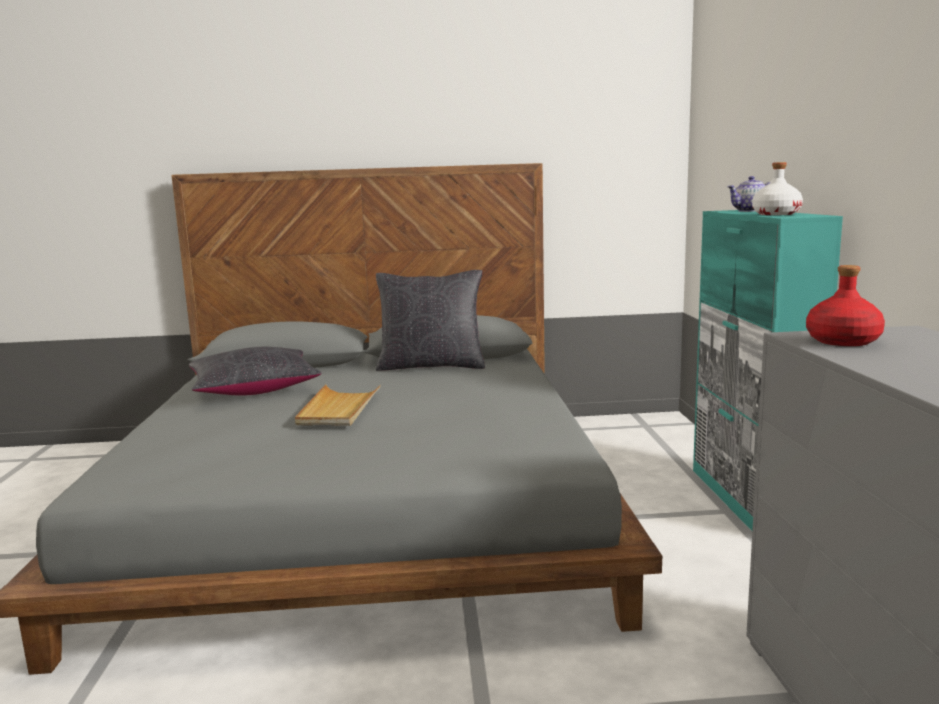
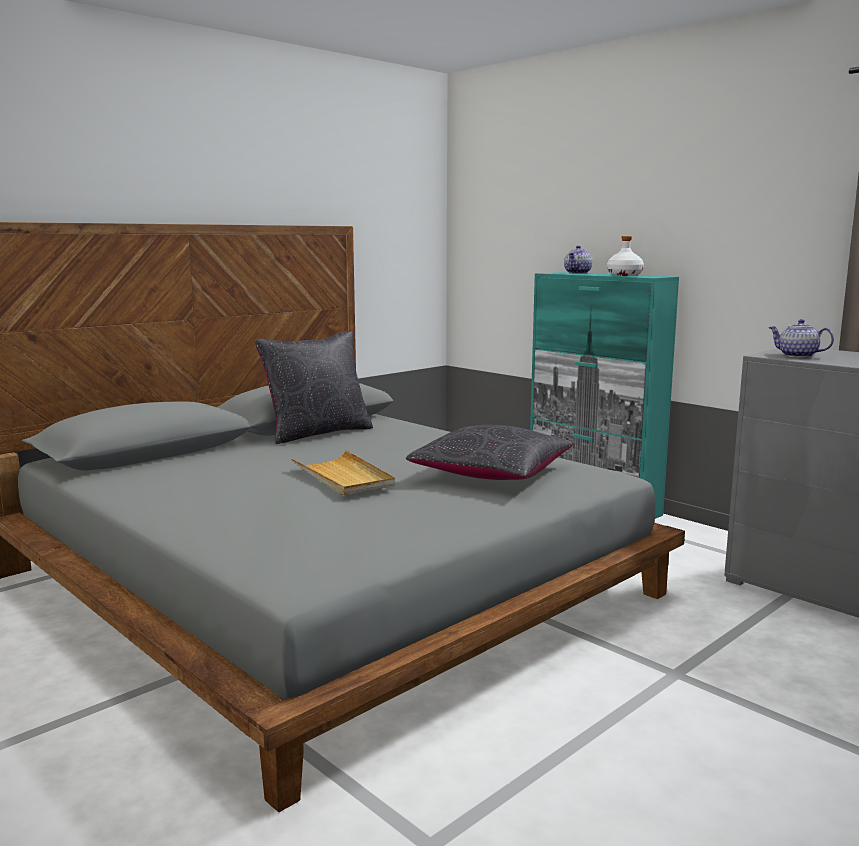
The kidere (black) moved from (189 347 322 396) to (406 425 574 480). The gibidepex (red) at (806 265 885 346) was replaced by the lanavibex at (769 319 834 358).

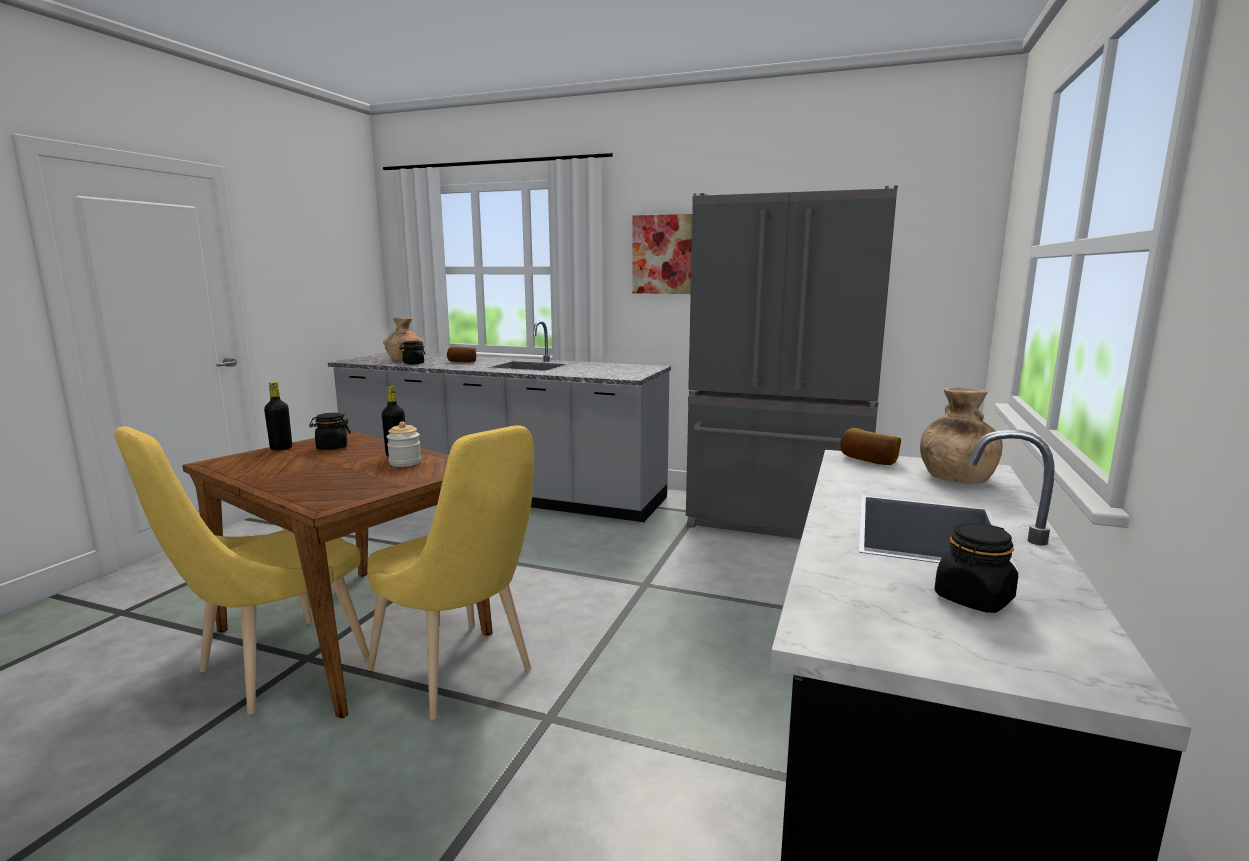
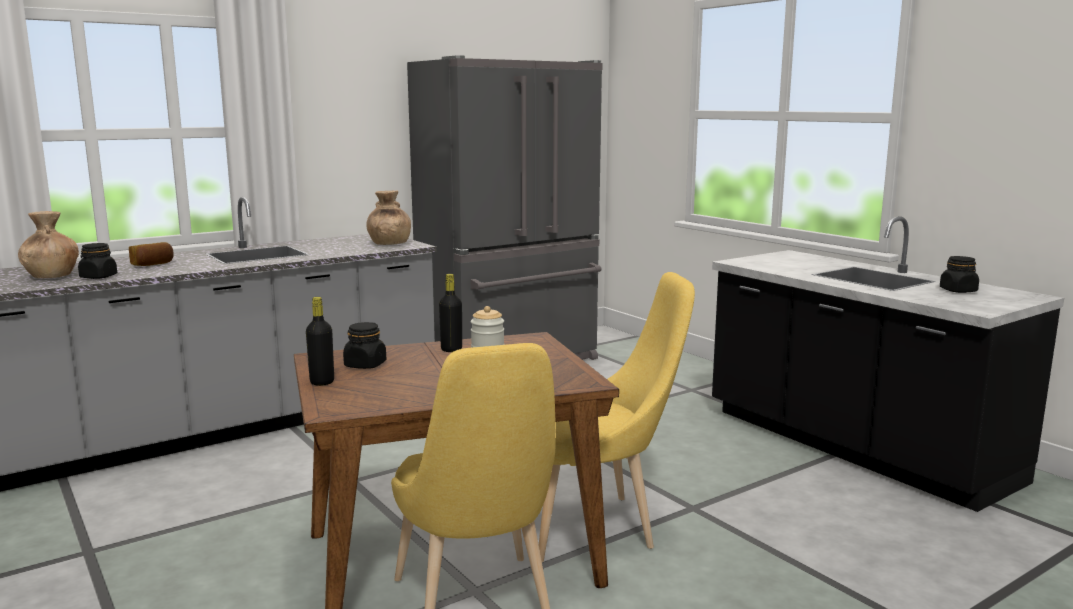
The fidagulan at (632 214 692 294) disappeared. The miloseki at (840 428 901 465) disappeared. The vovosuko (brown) moved from (920 387 1003 484) to (366 191 411 245).

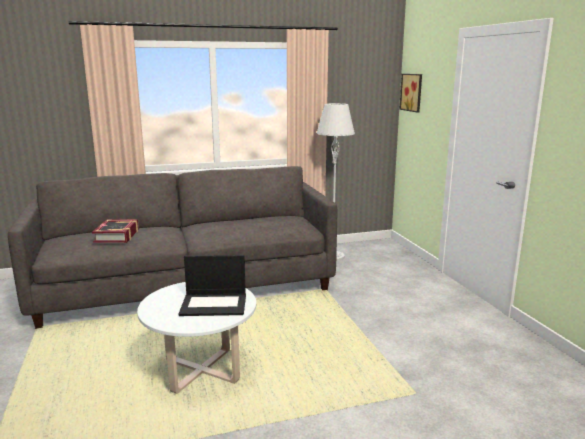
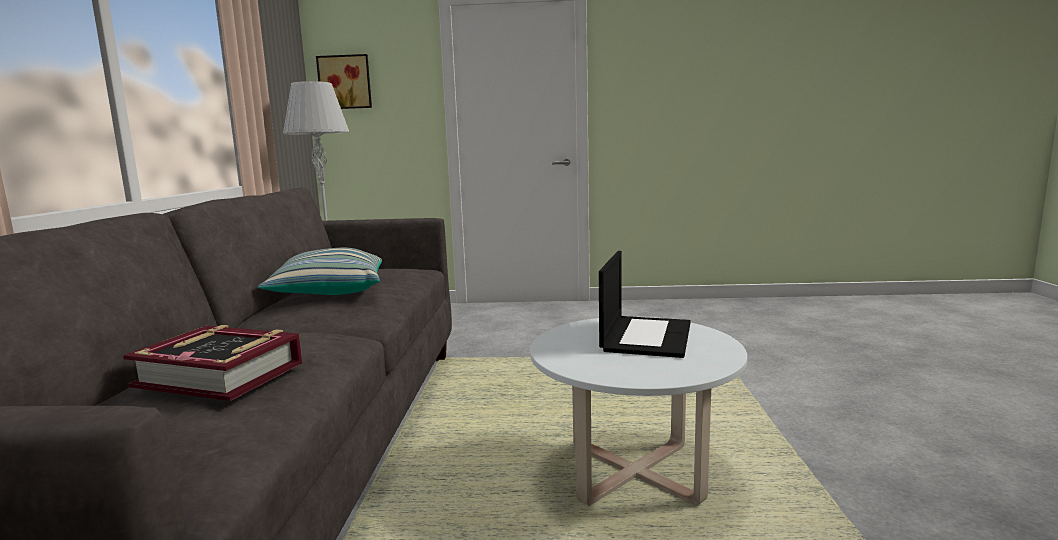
The kidere at (258 248 382 295) appeared.

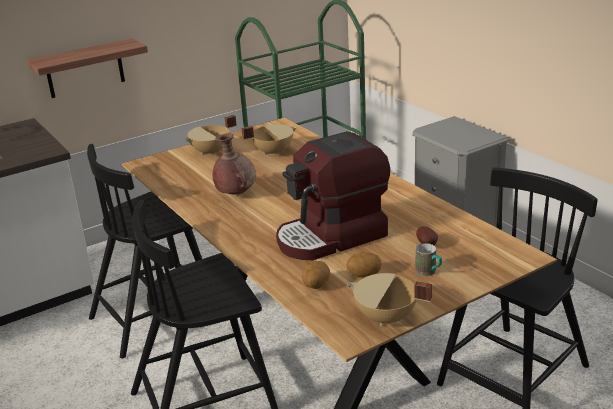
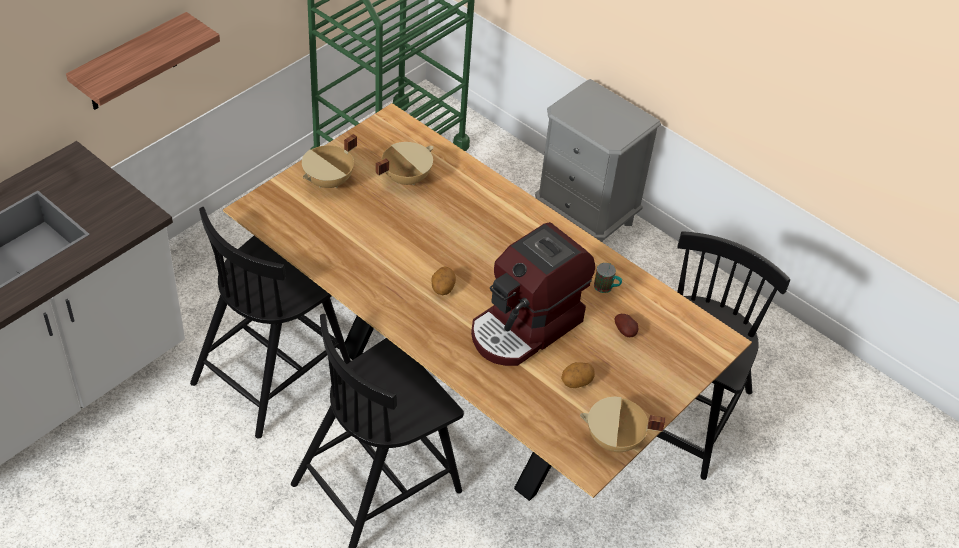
The vovosuko (brown) at (213 133 256 195) disappeared. The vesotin moved from (302 261 330 289) to (431 267 456 295). The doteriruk moved from (415 243 442 276) to (594 263 622 293).

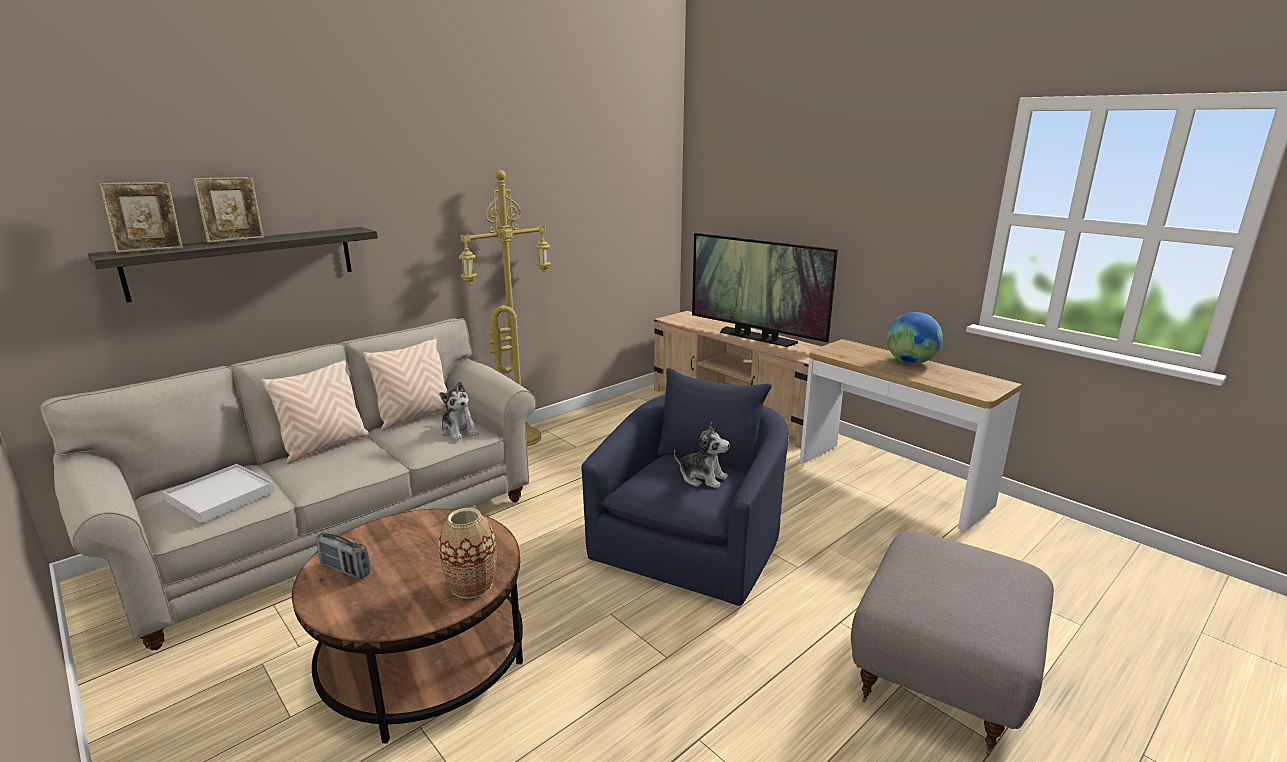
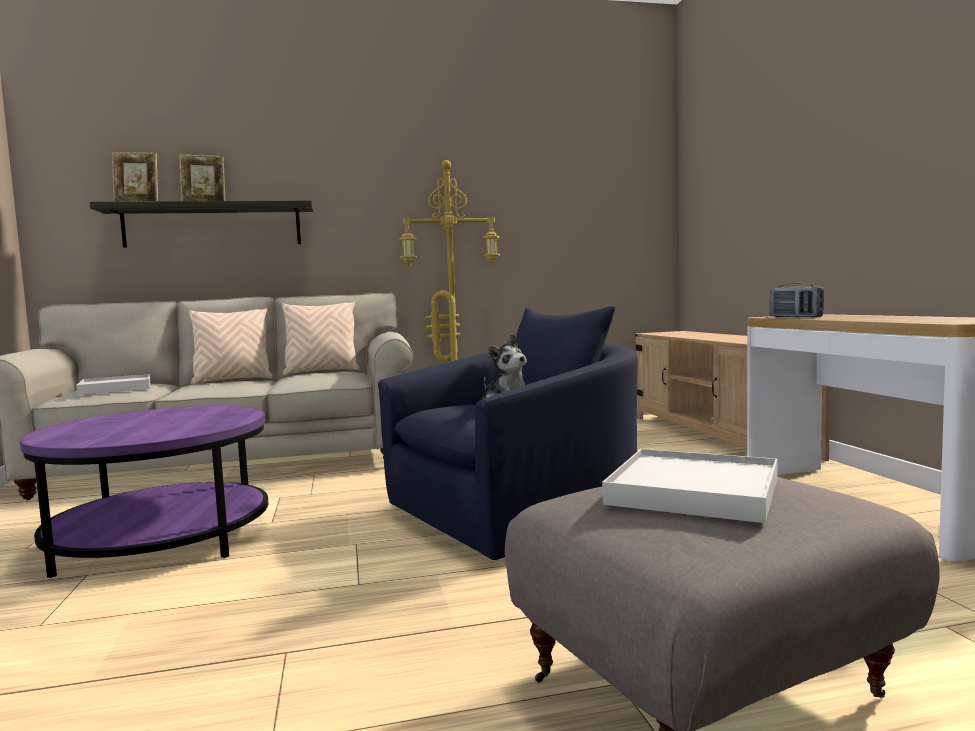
The vovosuko at (438 508 497 599) disappeared. The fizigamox at (439 381 478 441) disappeared. The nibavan at (692 233 838 347) disappeared. The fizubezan at (887 312 943 364) disappeared. The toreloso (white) at (602 449 777 523) appeared. The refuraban moved from (316 531 370 579) to (769 283 824 318). The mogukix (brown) at (292 509 523 743) became the mogukix (purple) at (20 406 268 578).

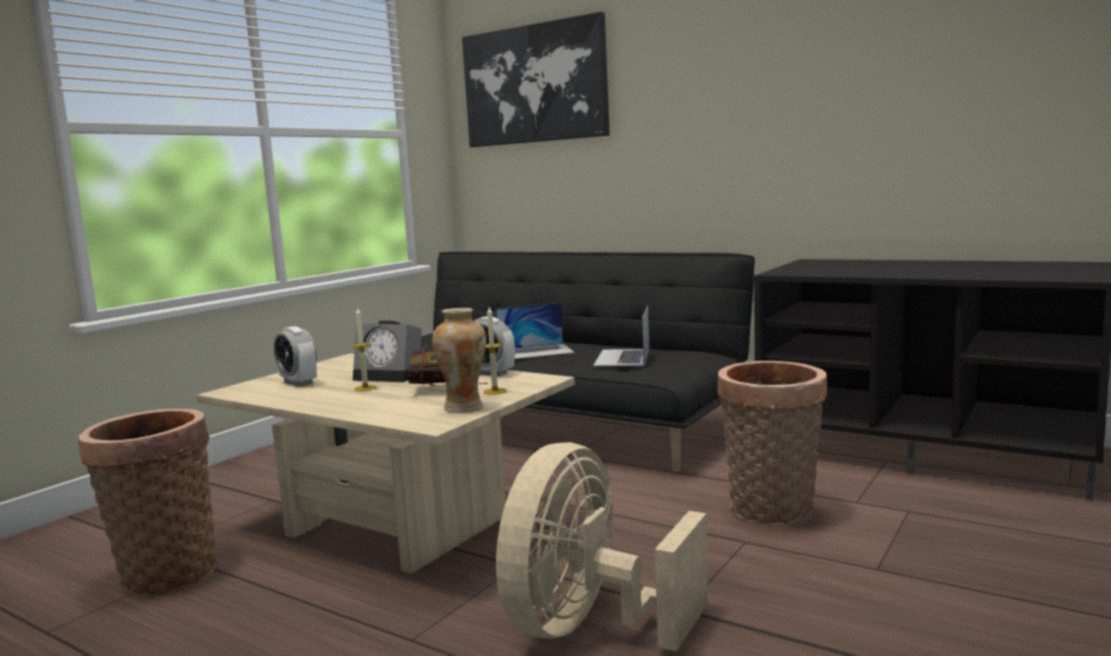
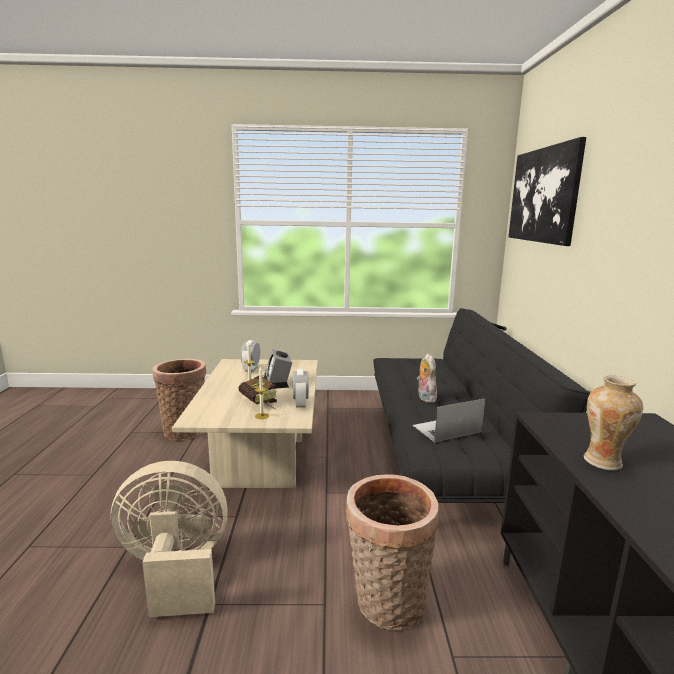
The vovosuko moved from (432 308 486 413) to (584 375 643 470). The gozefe at (495 303 575 359) was replaced by the fizigamox at (417 354 437 403).

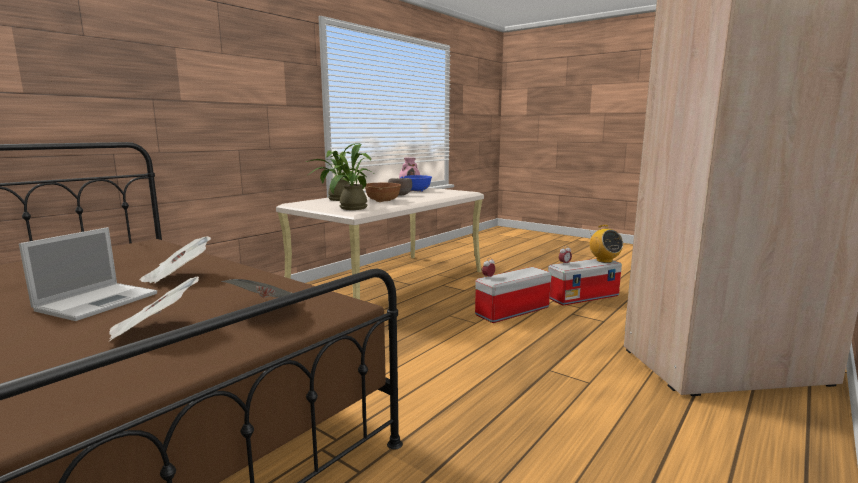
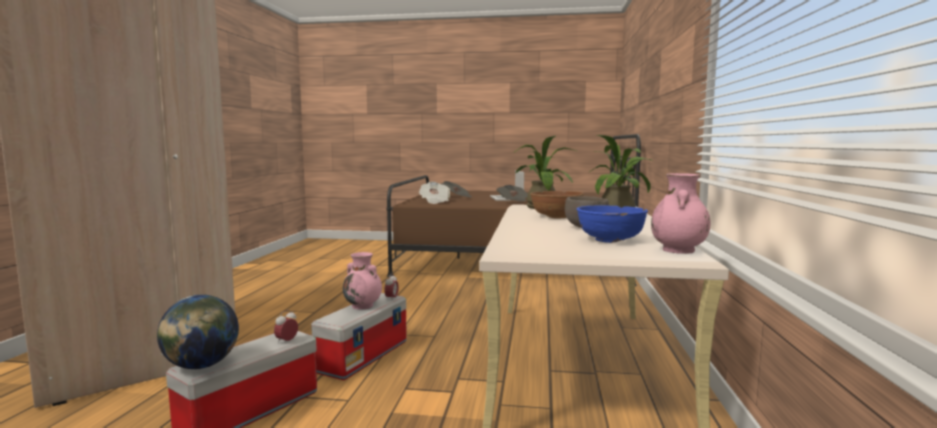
The vovosuko (pink) at (343 252 382 310) appeared. The refuraban at (589 225 623 263) was replaced by the fizubezan at (157 295 239 369).

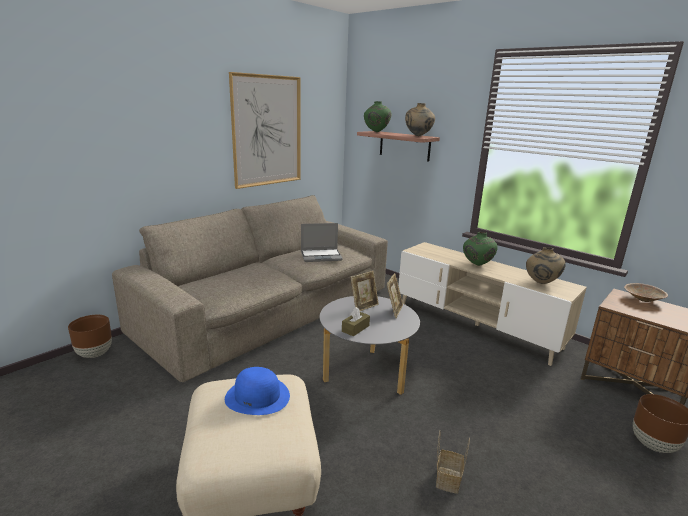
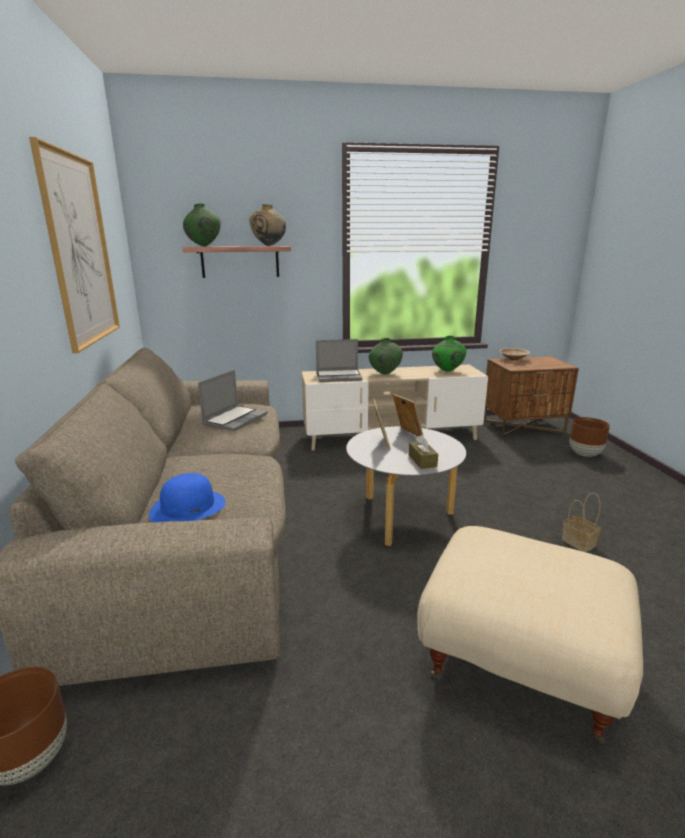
The gozefe at (316 339 363 382) appeared. The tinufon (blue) moved from (225 367 290 415) to (149 473 226 522). The vovosuko (beige) at (526 247 566 284) became the vovosuko (green) at (432 336 466 372).

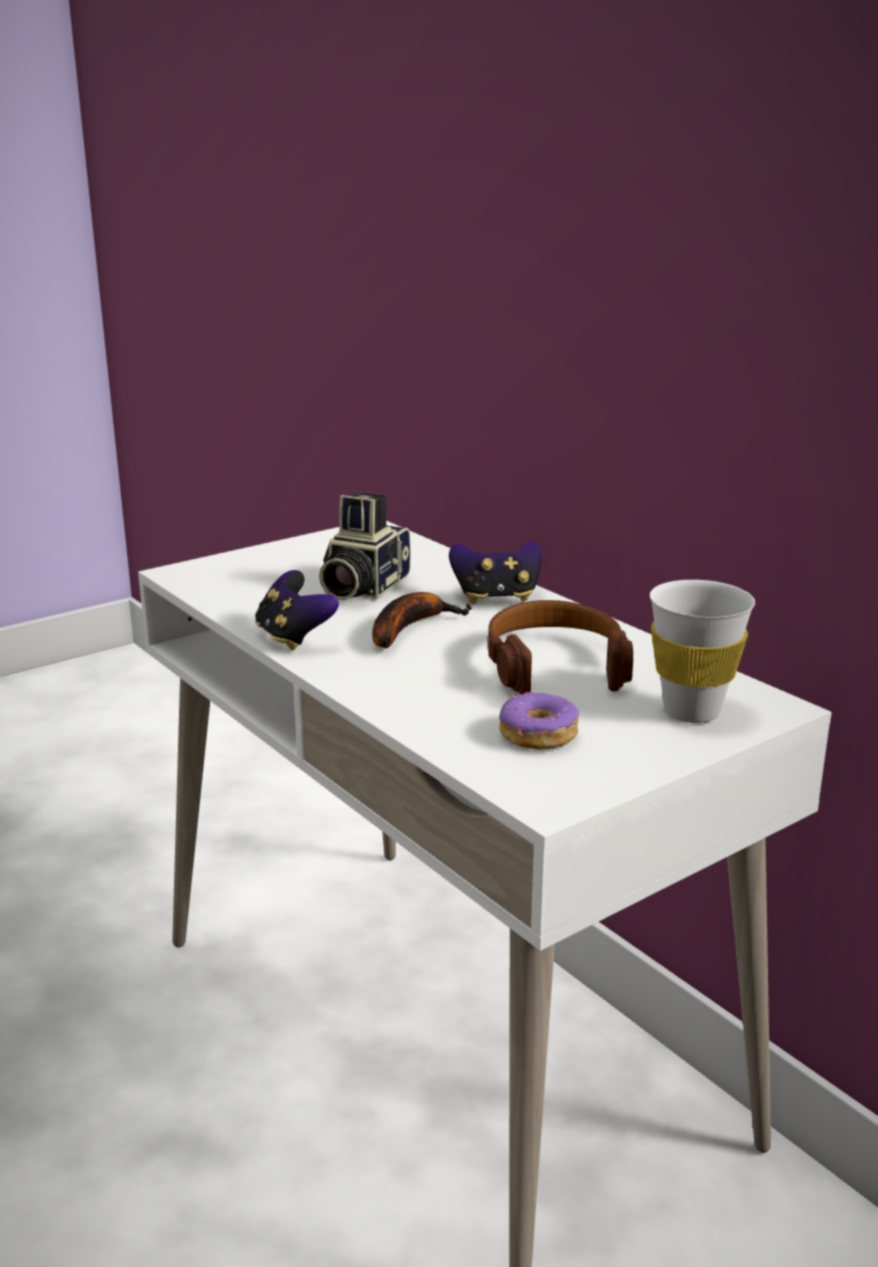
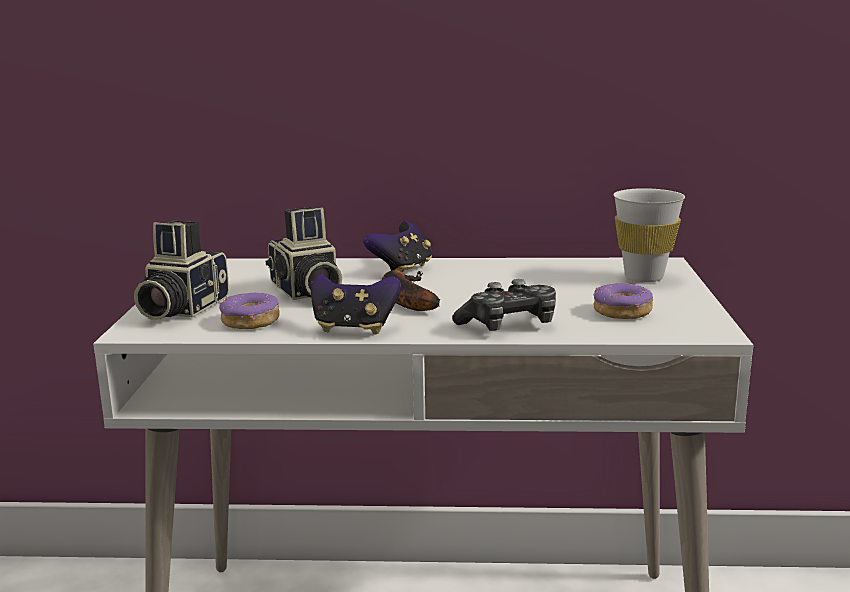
The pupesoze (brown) at (487 600 633 694) disappeared. The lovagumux at (134 221 229 320) appeared. The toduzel at (219 292 280 329) appeared. The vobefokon at (452 279 556 331) appeared.

